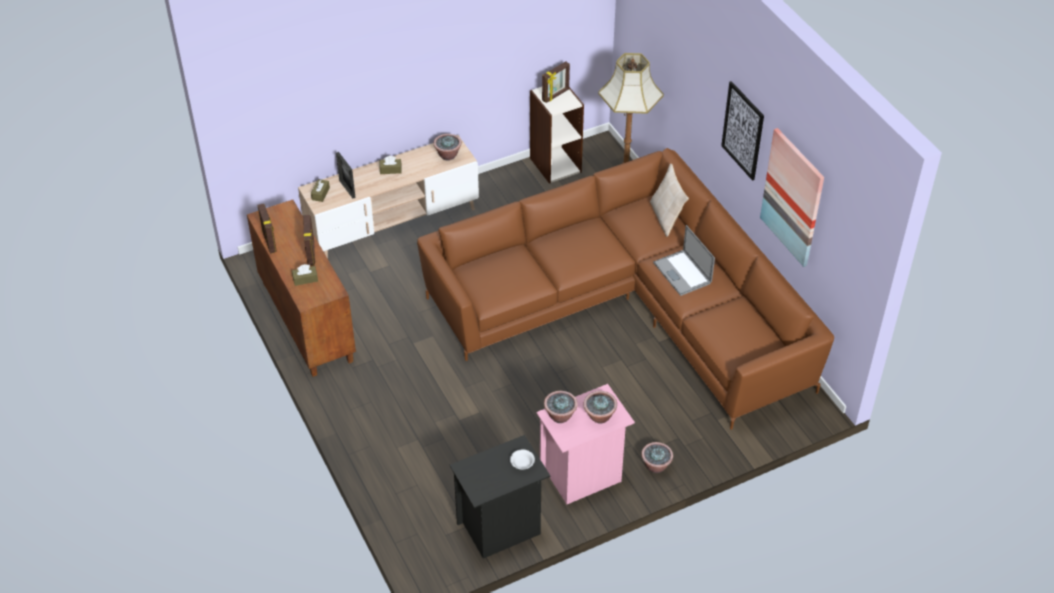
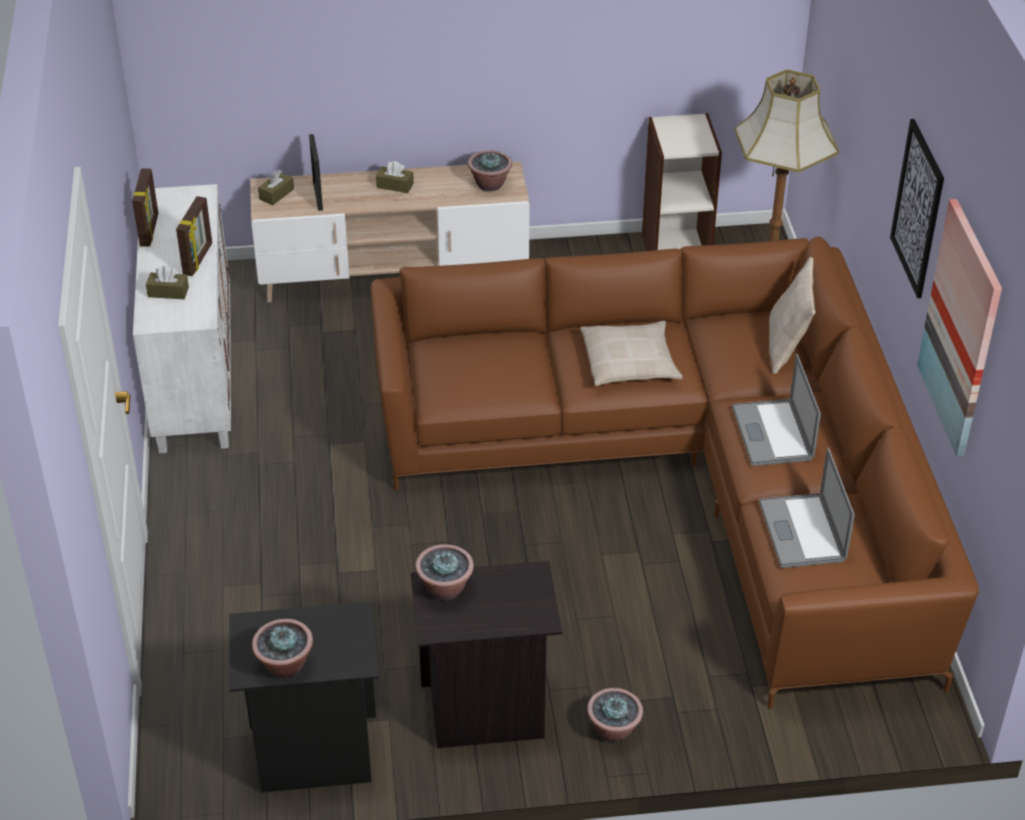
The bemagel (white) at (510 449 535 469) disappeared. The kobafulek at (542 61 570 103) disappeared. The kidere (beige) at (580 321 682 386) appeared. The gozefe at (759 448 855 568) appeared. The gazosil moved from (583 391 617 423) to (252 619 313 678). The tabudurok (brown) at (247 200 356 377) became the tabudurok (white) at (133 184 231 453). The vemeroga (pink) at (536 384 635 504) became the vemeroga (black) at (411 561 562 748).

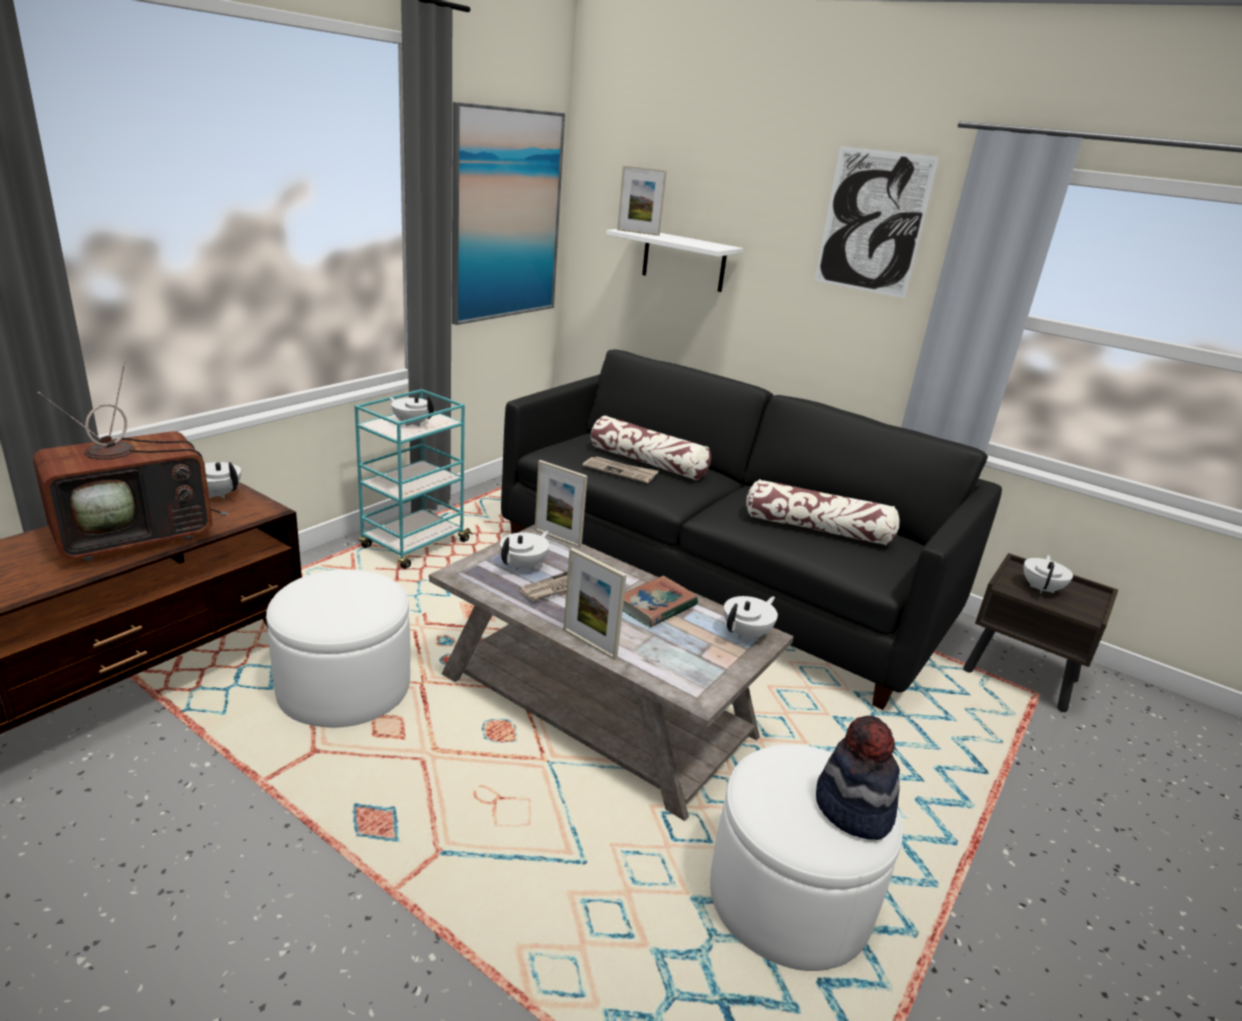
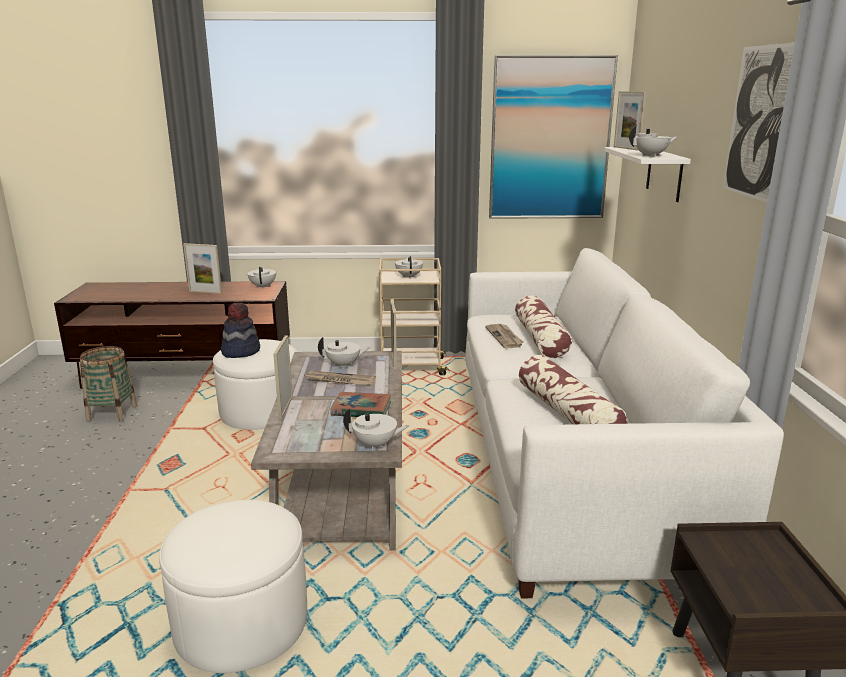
The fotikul at (80 346 137 422) appeared. The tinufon moved from (816 716 900 840) to (221 303 260 358). The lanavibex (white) moved from (1023 555 1073 594) to (629 124 677 157). The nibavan at (33 361 229 561) was replaced by the kobafulek at (183 243 222 294). The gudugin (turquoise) at (355 389 473 569) became the gudugin (beige) at (379 258 449 375). The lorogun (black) at (501 349 1002 710) became the lorogun (white) at (465 248 784 599).

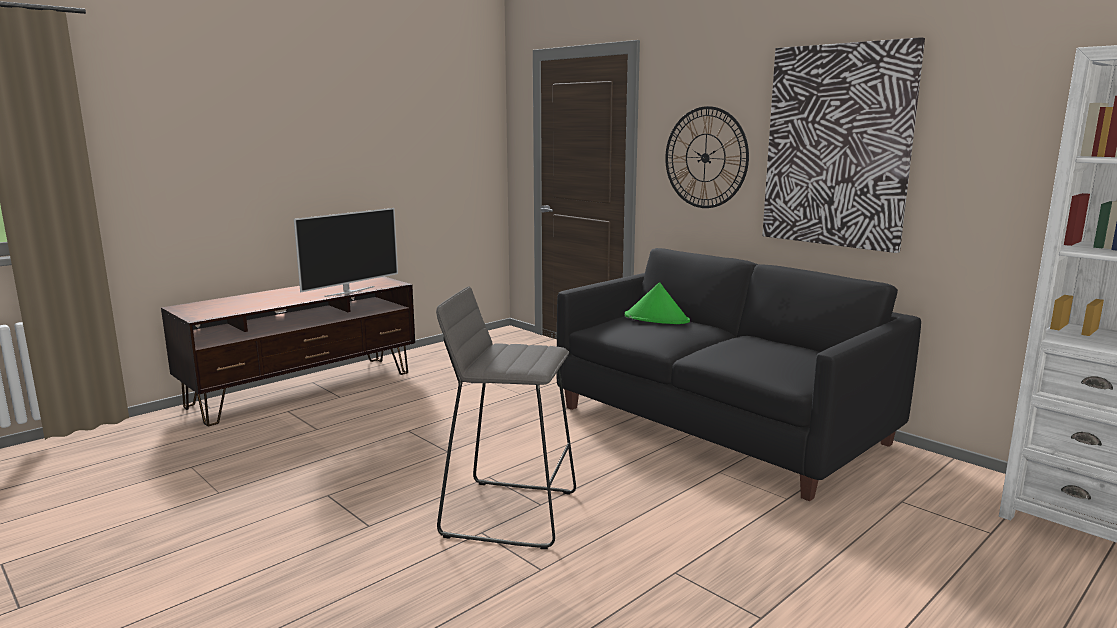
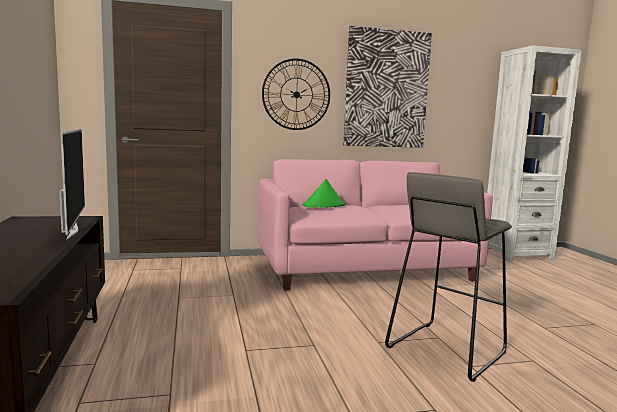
The lorogun (black) at (556 248 921 501) became the lorogun (pink) at (258 159 493 291).

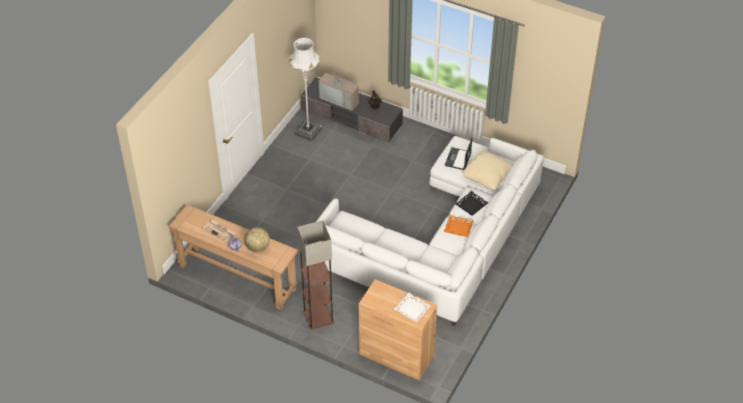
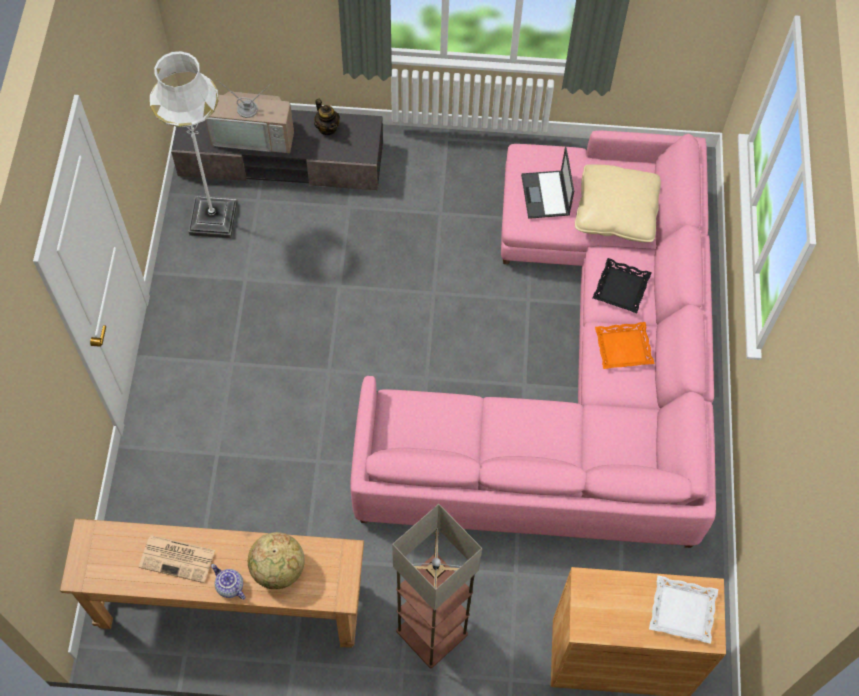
The lorogun (white) at (306 136 544 326) became the lorogun (pink) at (351 130 716 548).

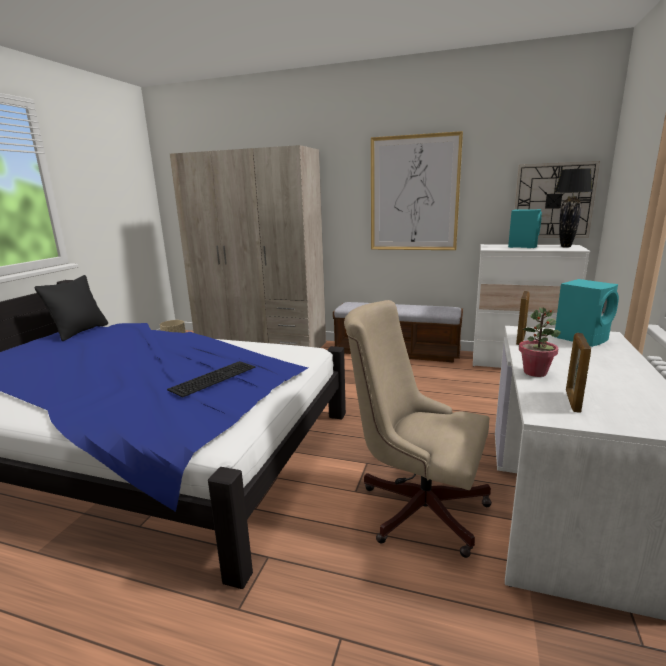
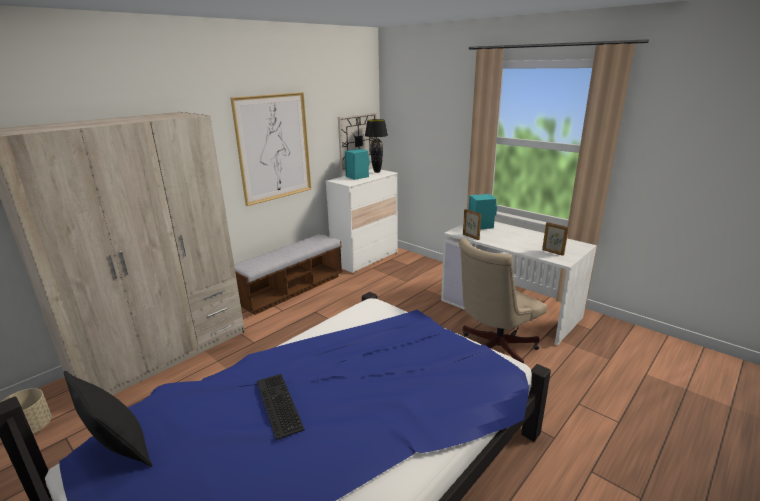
The gazosil at (519 307 561 377) disappeared. The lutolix moved from (167 361 256 397) to (257 374 305 440).

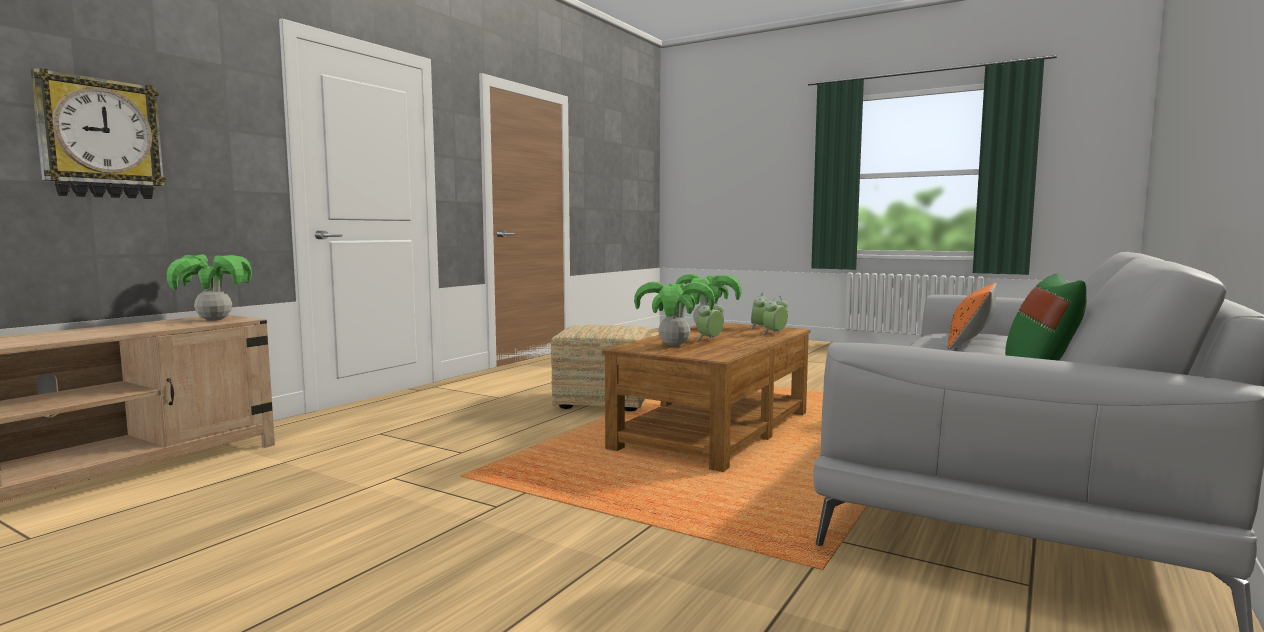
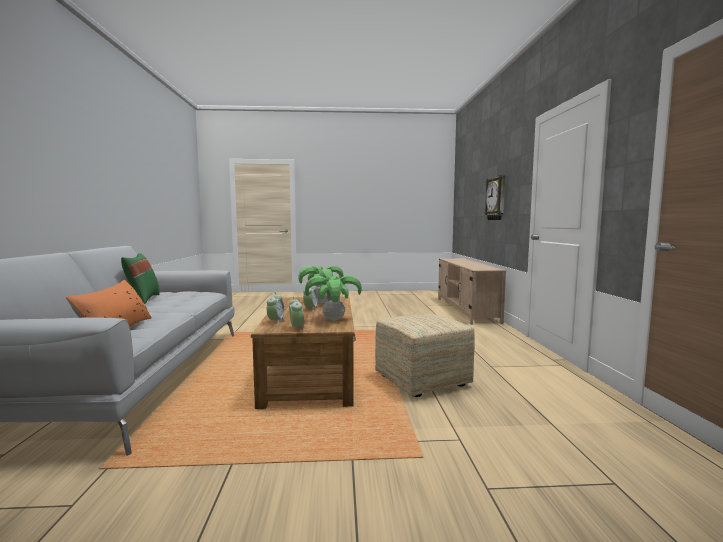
The gazosil at (167 254 252 321) disappeared.

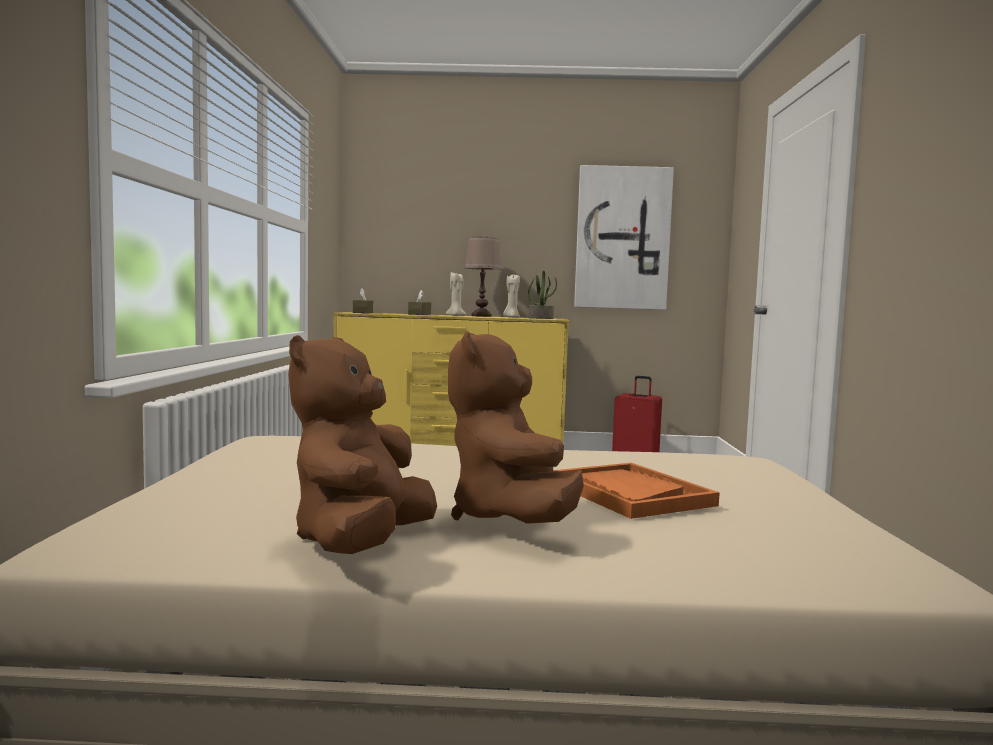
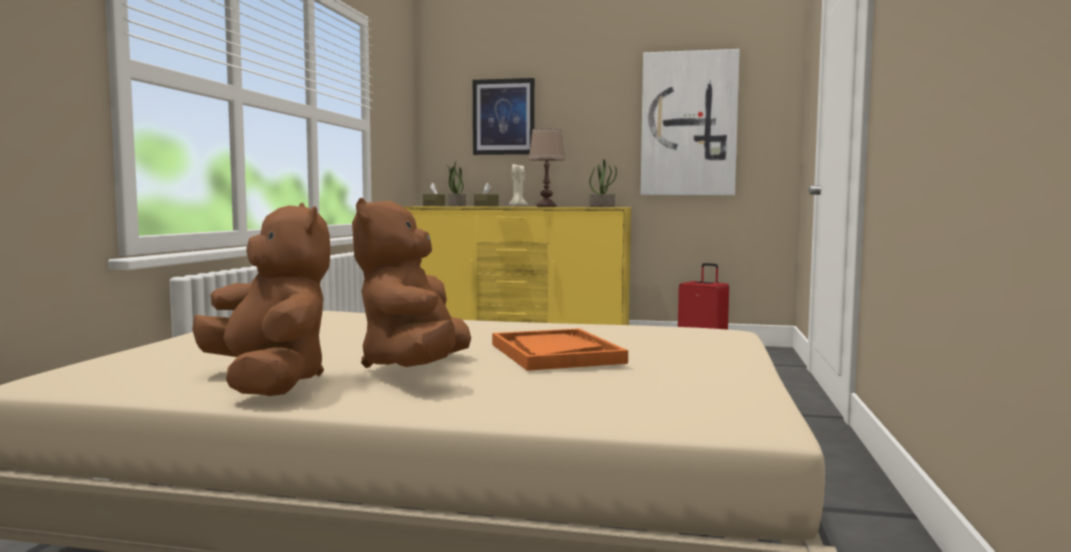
The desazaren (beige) at (503 275 520 318) disappeared. The gazosil at (446 161 466 206) appeared. The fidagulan at (473 78 535 155) appeared. The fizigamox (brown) at (288 335 437 554) turned 120 degrees clockwise.

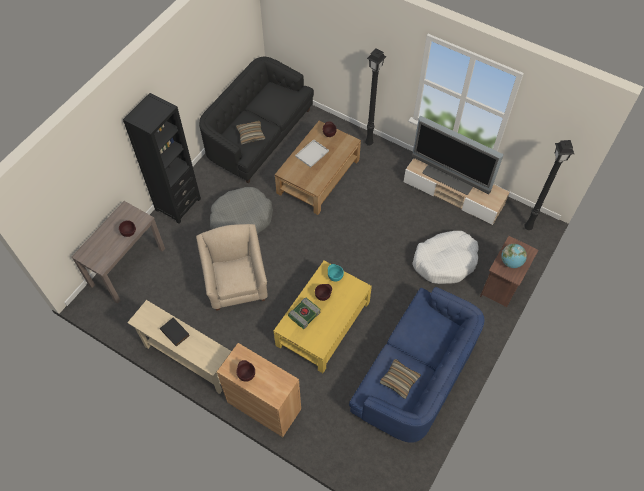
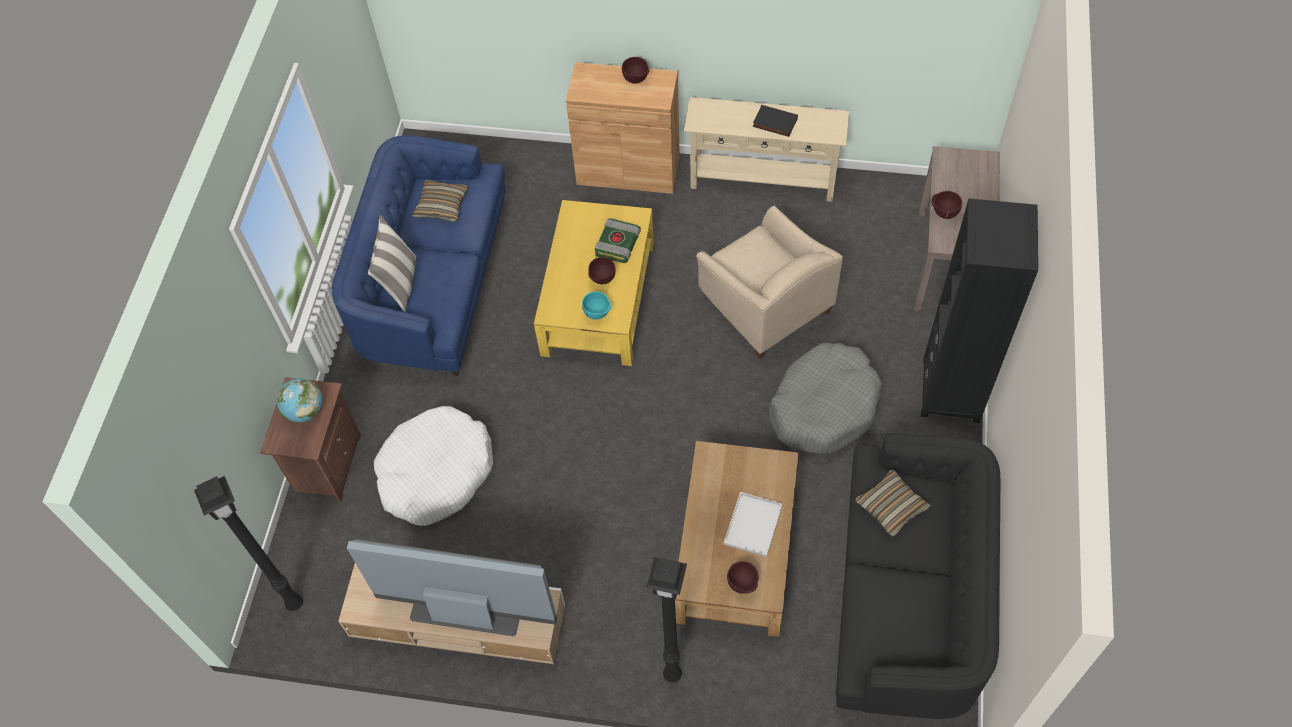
The kidere at (368 215 417 312) appeared.

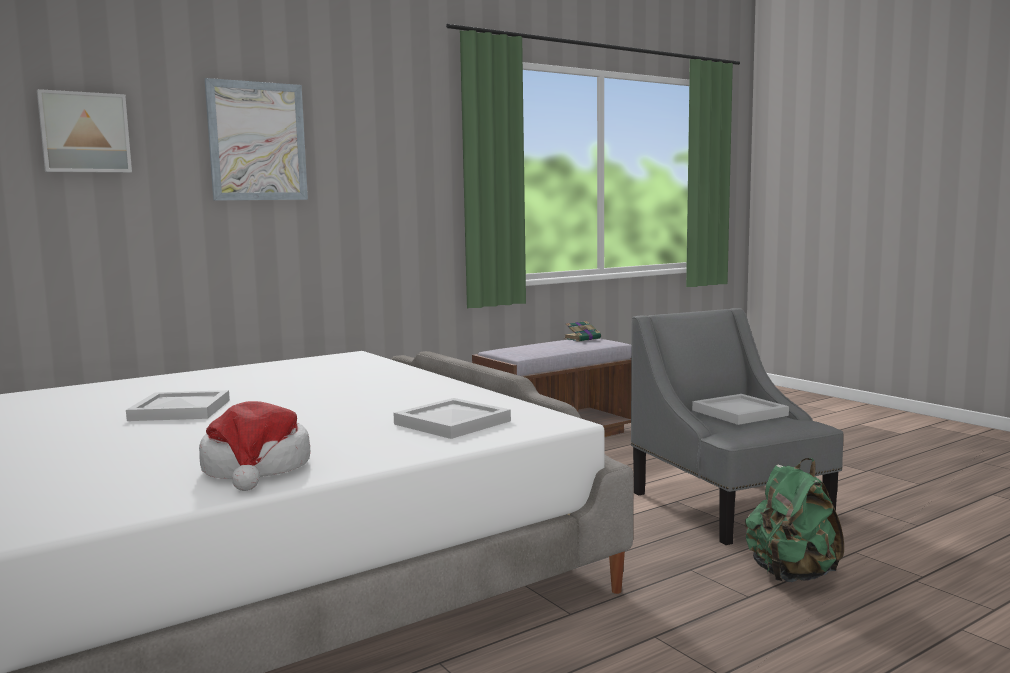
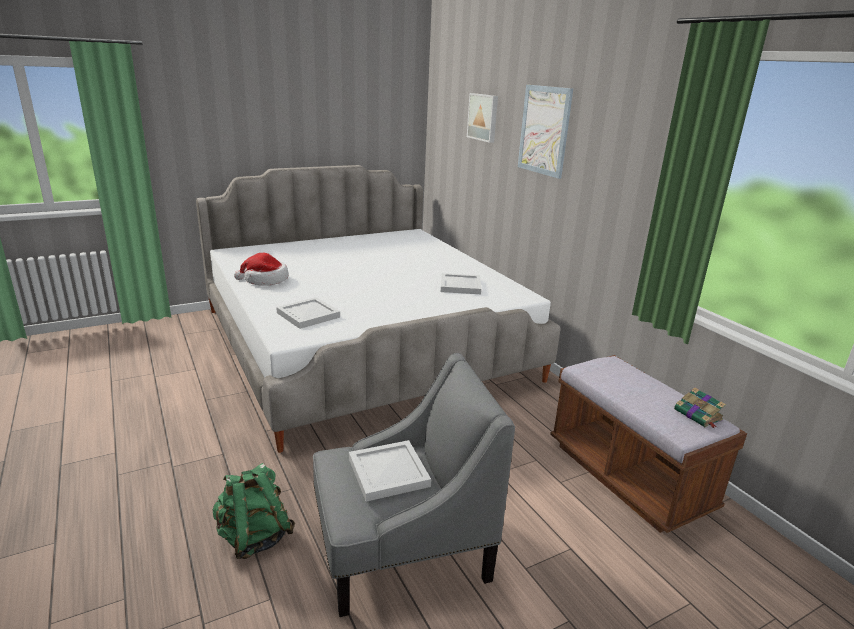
The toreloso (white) moved from (126 390 230 421) to (441 273 481 294).

